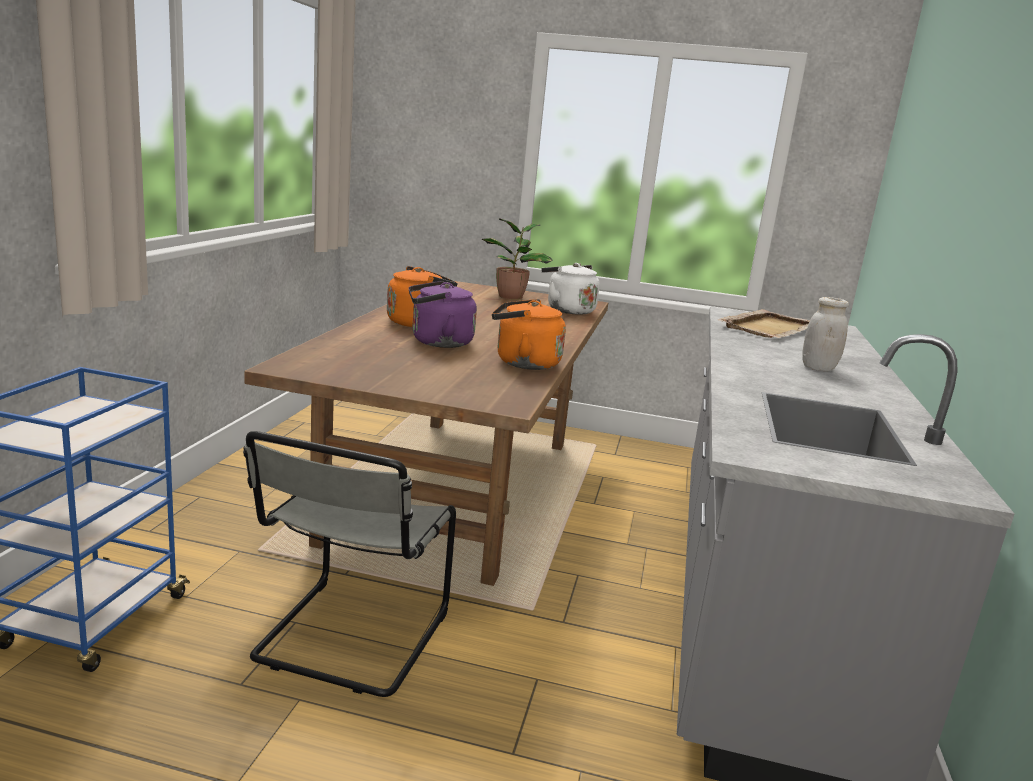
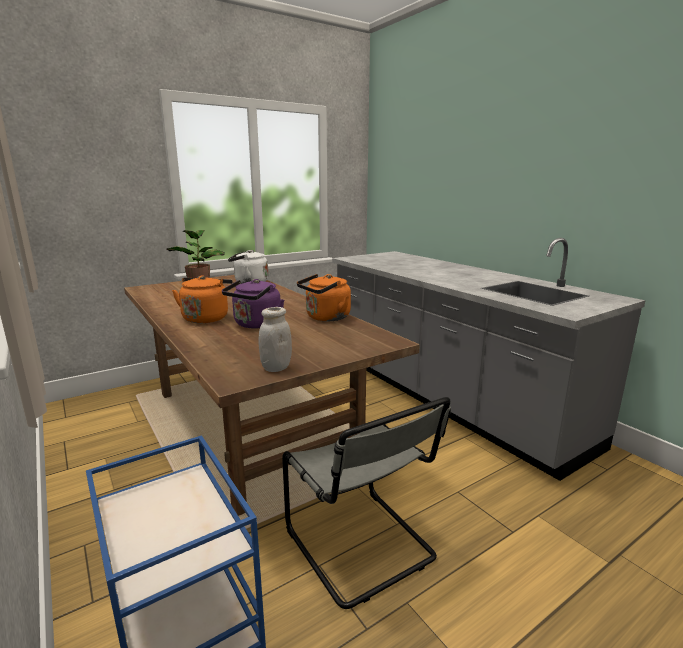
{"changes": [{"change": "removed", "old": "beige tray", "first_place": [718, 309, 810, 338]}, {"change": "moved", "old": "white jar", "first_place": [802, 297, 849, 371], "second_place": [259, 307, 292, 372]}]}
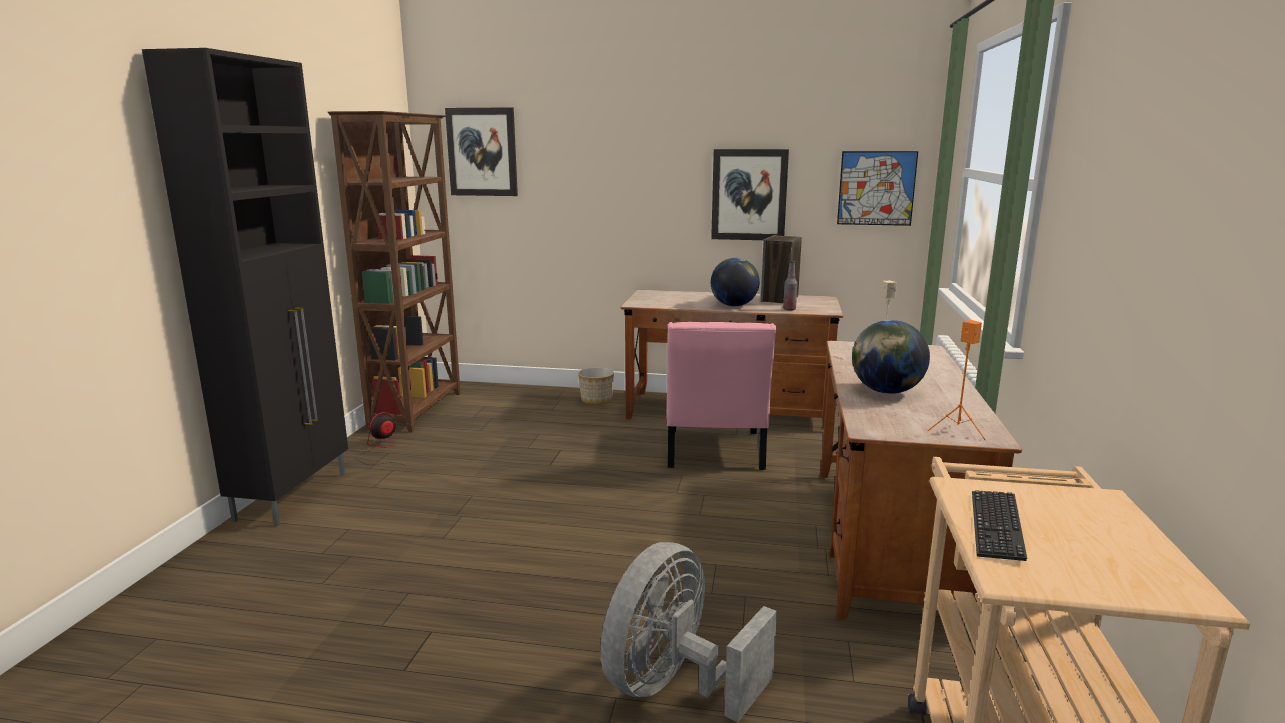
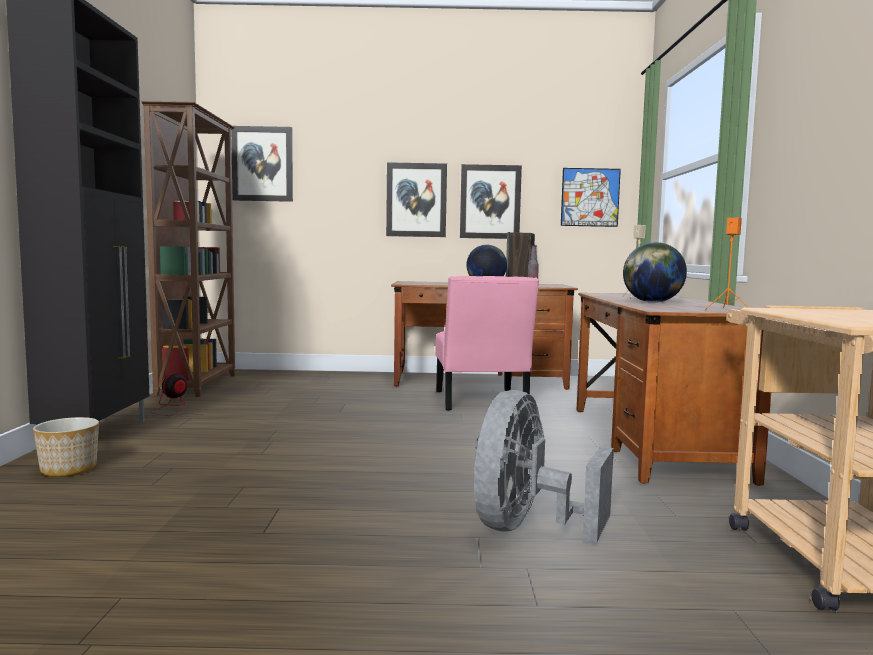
{"changes": [{"change": "moved", "old": "planter", "first_place": [578, 367, 614, 405], "second_place": [33, 417, 99, 477]}, {"change": "removed", "old": "keyboard", "first_place": [972, 490, 1027, 561]}, {"change": "added", "new": "picture", "second_place": [386, 162, 447, 237]}]}
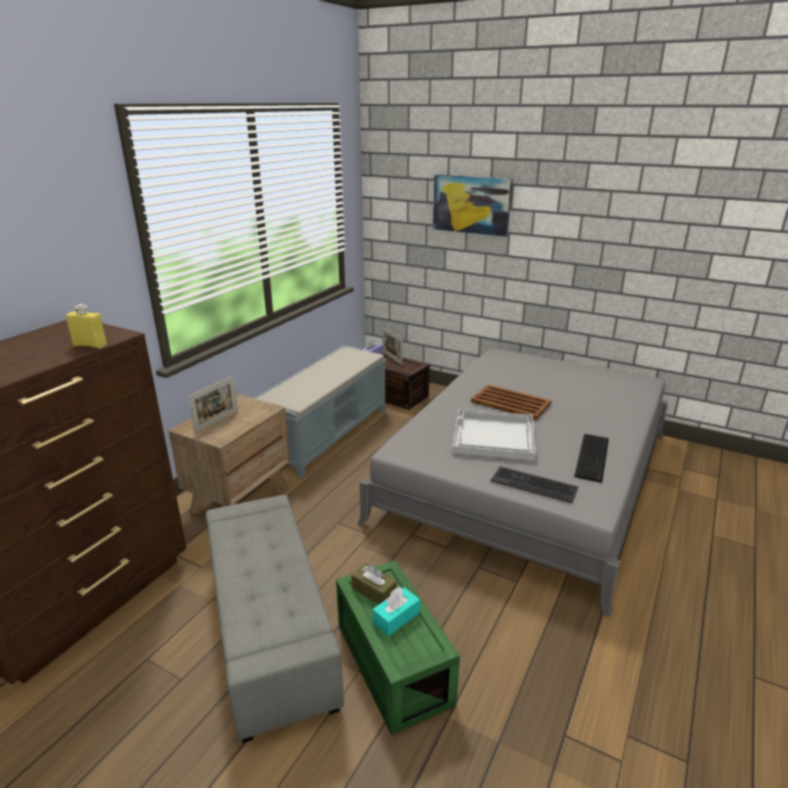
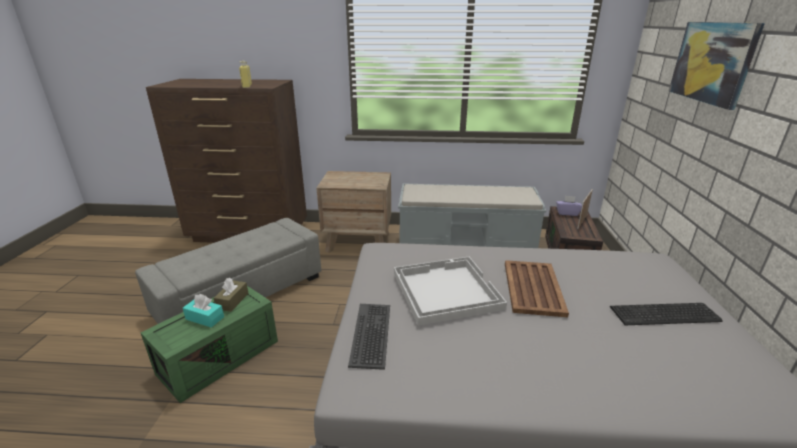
{"changes": [{"change": "removed", "old": "picture frame", "first_place": [188, 376, 238, 433]}, {"change": "moved", "old": "keyboard", "first_place": [574, 434, 609, 483], "second_place": [610, 303, 723, 325]}]}
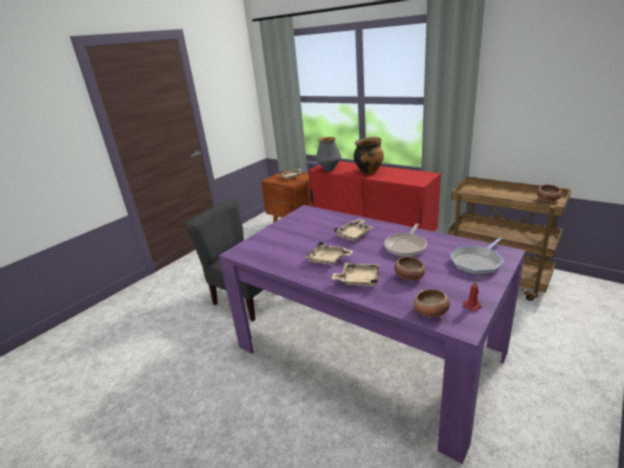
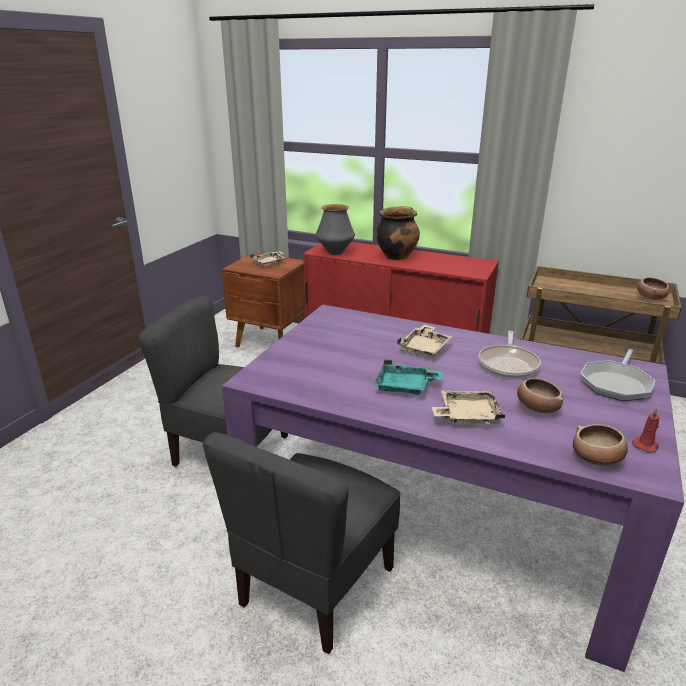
{"changes": [{"change": "recoloured", "old": "beige tray", "new": "turquoise tray", "first_place": [305, 242, 353, 265], "second_place": [374, 359, 443, 395]}, {"change": "added", "new": "grey chair", "second_place": [203, 432, 401, 654]}]}
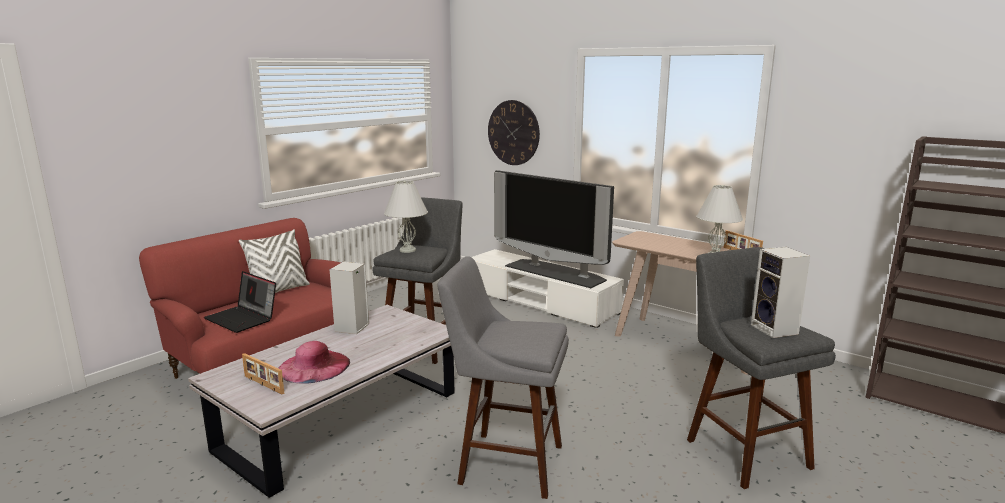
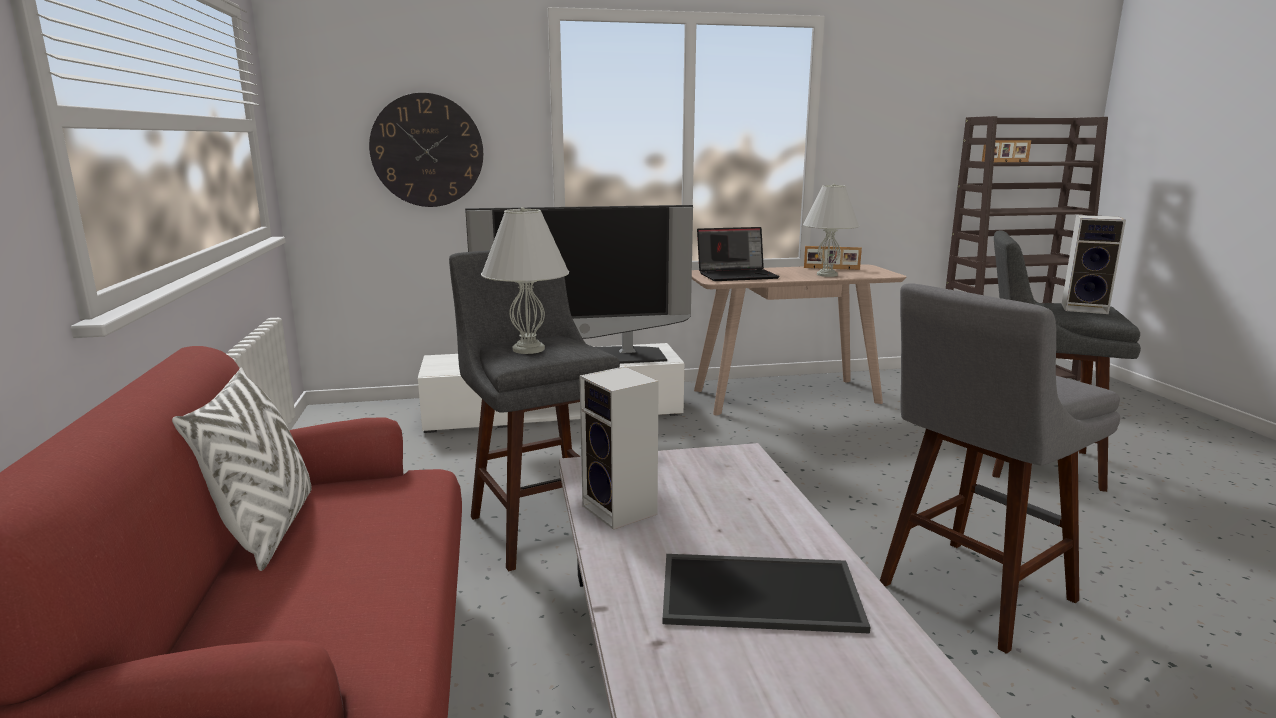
{"changes": [{"change": "moved", "old": "laptop", "first_place": [204, 271, 276, 333], "second_place": [697, 227, 780, 281]}, {"change": "moved", "old": "picture frame", "first_place": [242, 353, 284, 394], "second_place": [982, 140, 1031, 162]}, {"change": "replaced", "old": "pink hat", "new": "tray", "first_place": [278, 341, 350, 383], "second_place": [663, 554, 870, 634]}]}
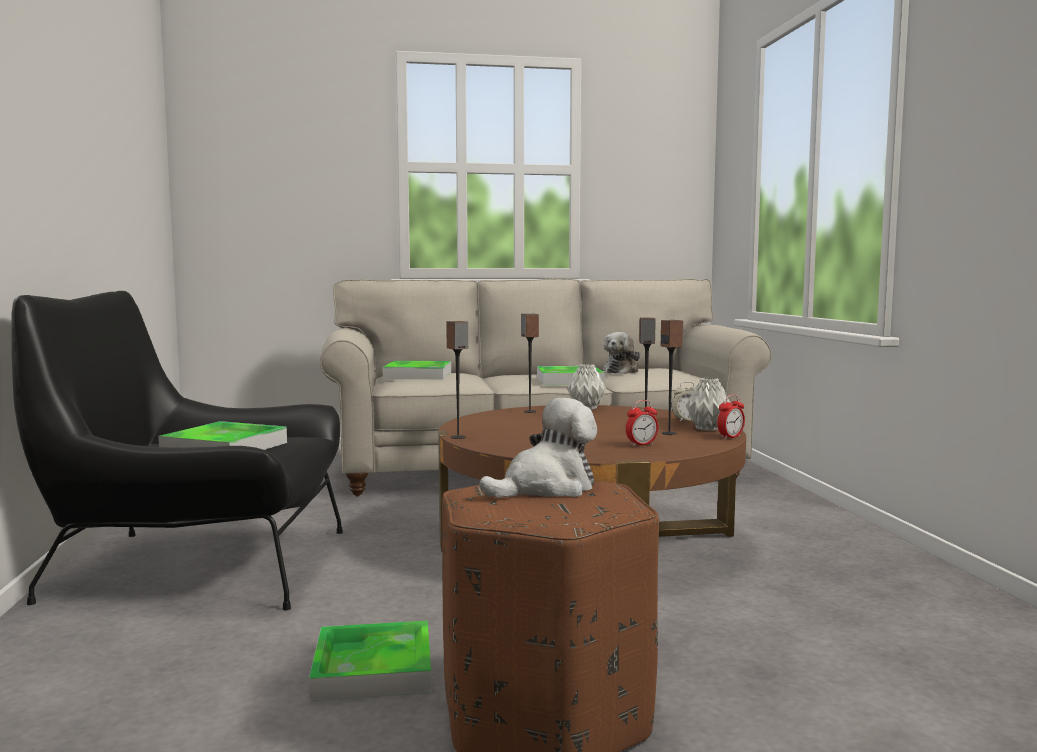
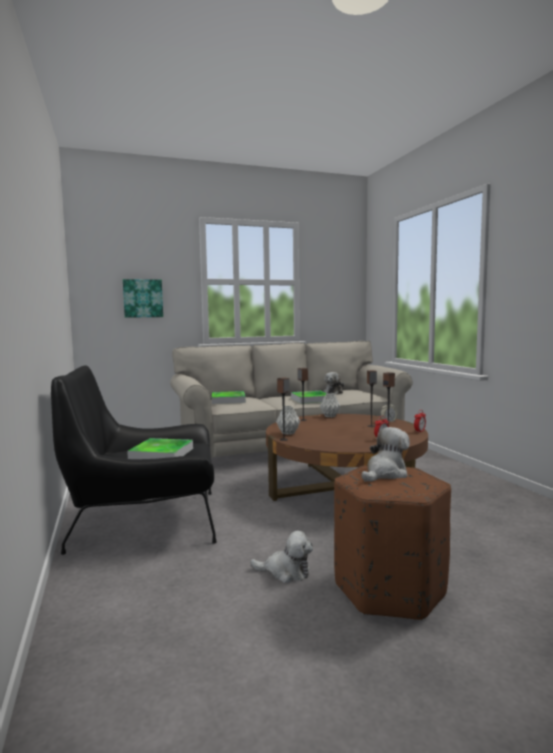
{"changes": [{"change": "replaced", "old": "tray", "new": "plush toy", "first_place": [309, 621, 431, 701], "second_place": [250, 531, 313, 583]}, {"change": "moved", "old": "grey vase", "first_place": [686, 377, 730, 431], "second_place": [276, 406, 300, 435]}, {"change": "added", "new": "picture", "second_place": [123, 279, 163, 318]}]}
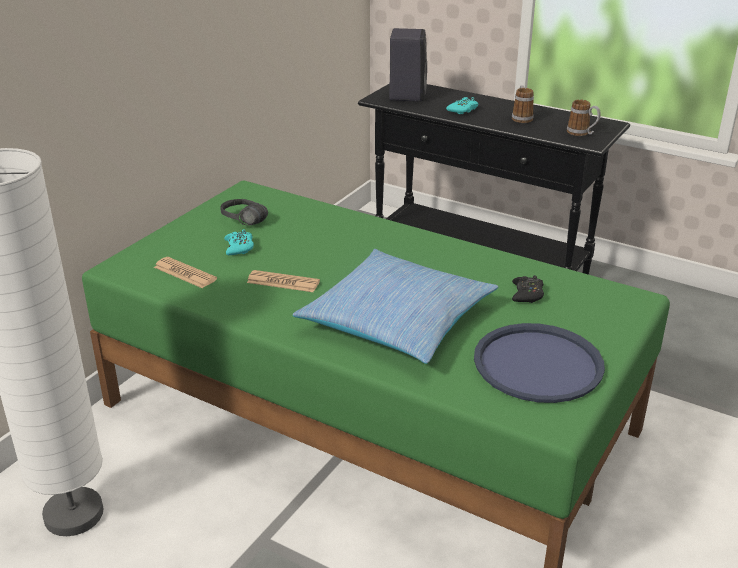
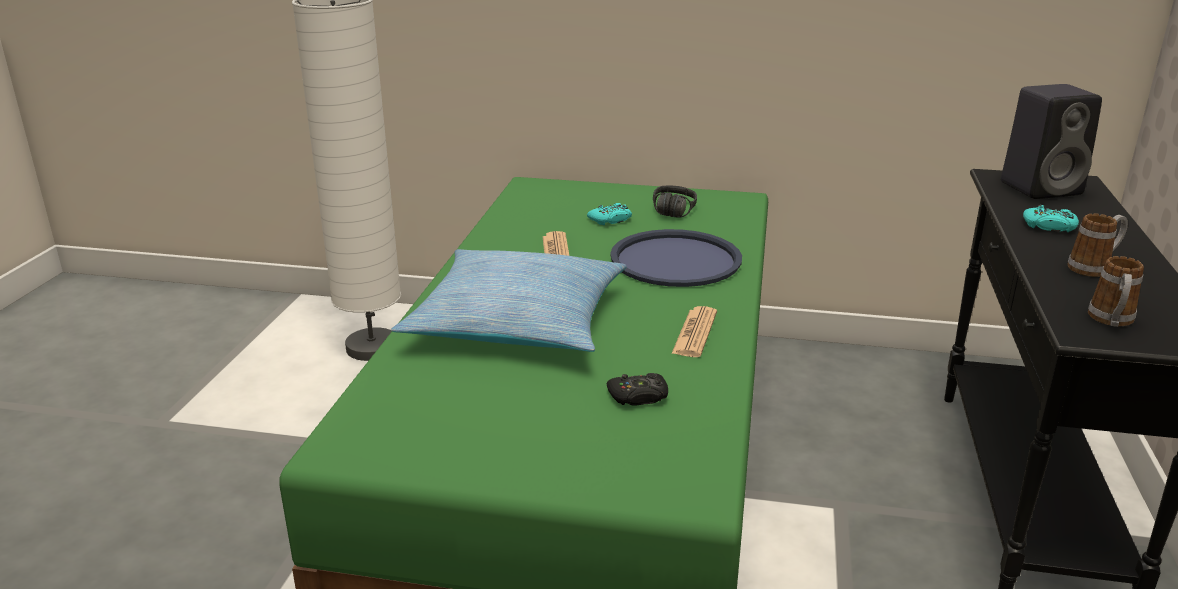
{"changes": [{"change": "moved", "old": "newspaper", "first_place": [154, 257, 217, 288], "second_place": [671, 306, 717, 357]}, {"change": "moved", "old": "blue tray", "first_place": [474, 323, 605, 403], "second_place": [610, 229, 742, 287]}]}
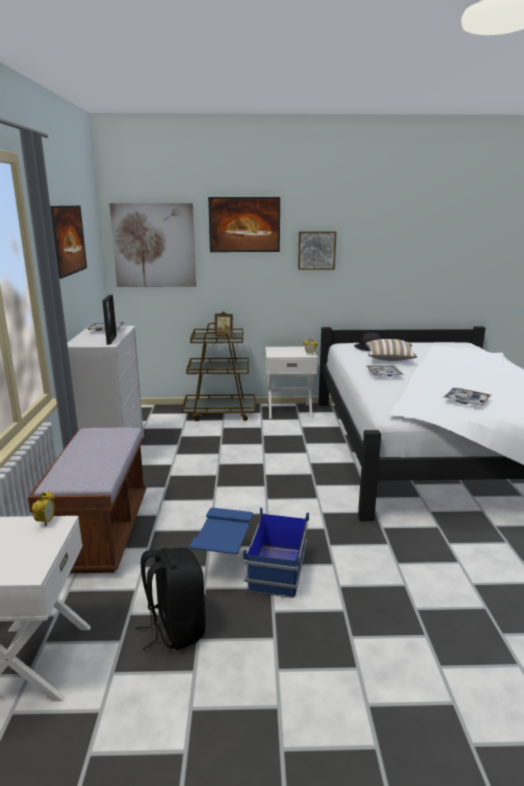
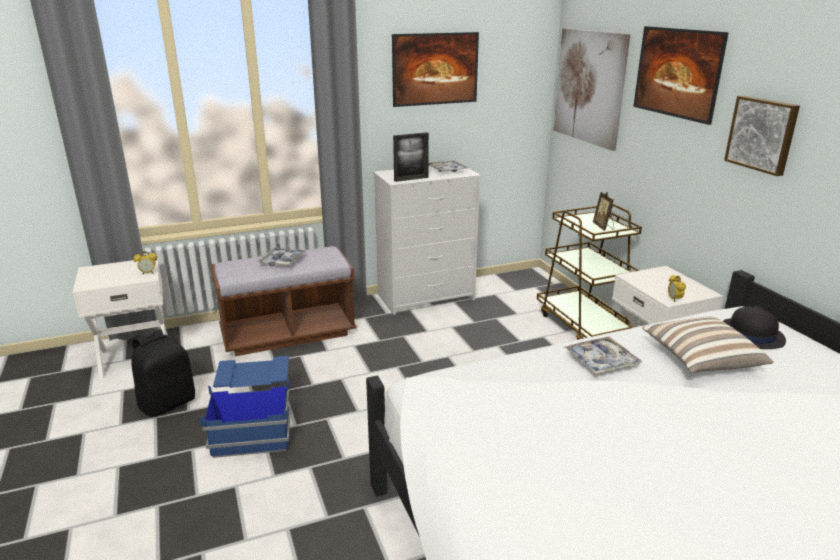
{"changes": [{"change": "moved", "old": "tray", "first_place": [443, 388, 492, 406], "second_place": [257, 248, 306, 266]}]}
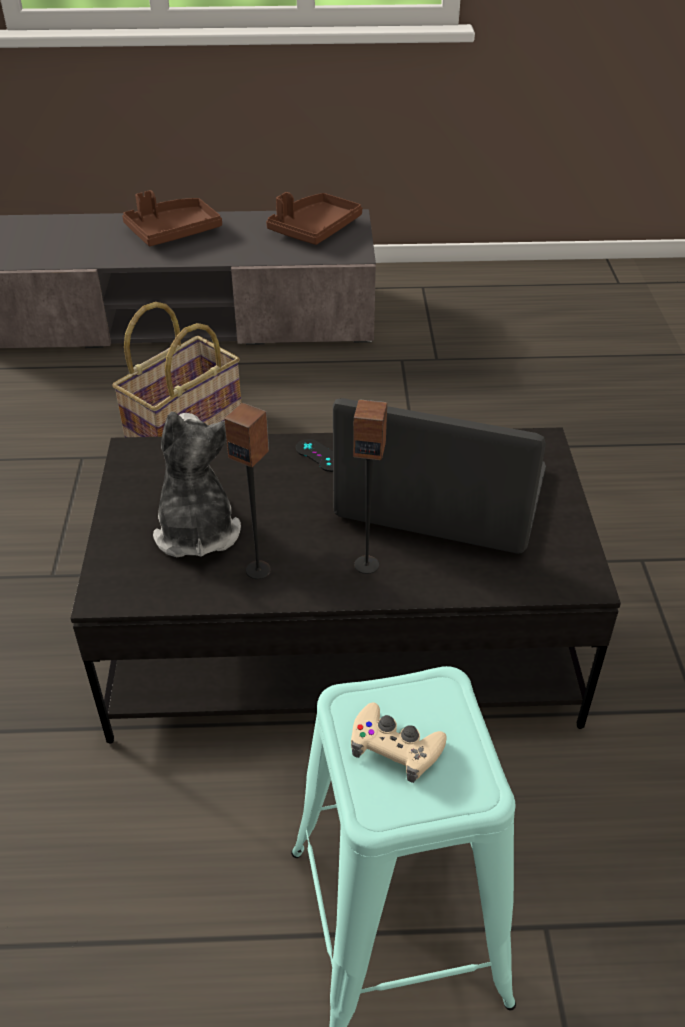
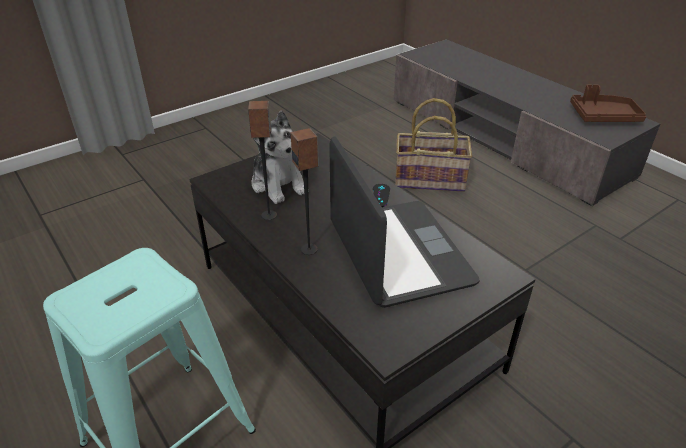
{"changes": [{"change": "removed", "old": "brown tray", "first_place": [122, 190, 222, 246]}, {"change": "turned", "old": "plush toy", "first_place": [153, 411, 241, 557], "second_place": [252, 110, 309, 204], "degrees": 105}, {"change": "removed", "old": "beige game controller", "first_place": [351, 702, 447, 783]}]}
